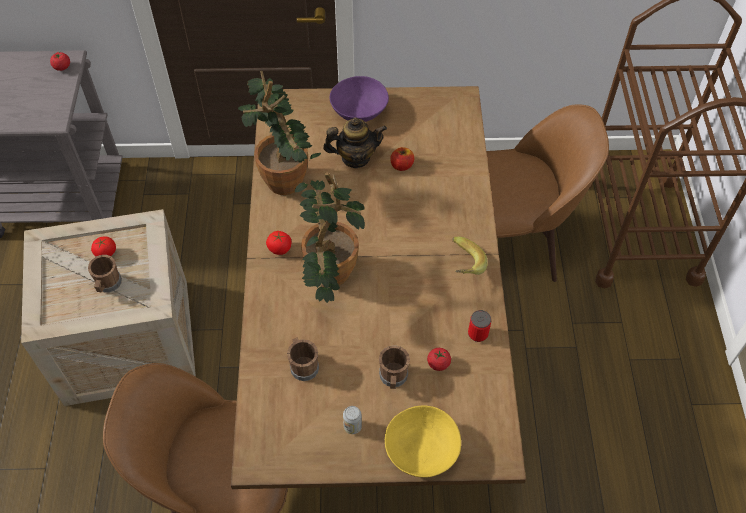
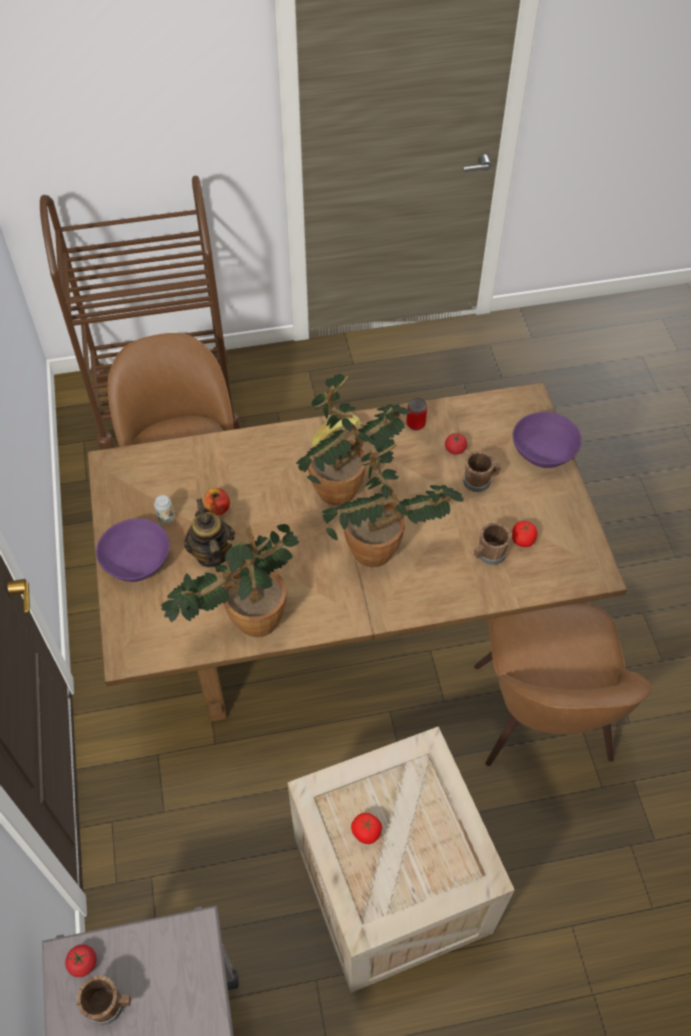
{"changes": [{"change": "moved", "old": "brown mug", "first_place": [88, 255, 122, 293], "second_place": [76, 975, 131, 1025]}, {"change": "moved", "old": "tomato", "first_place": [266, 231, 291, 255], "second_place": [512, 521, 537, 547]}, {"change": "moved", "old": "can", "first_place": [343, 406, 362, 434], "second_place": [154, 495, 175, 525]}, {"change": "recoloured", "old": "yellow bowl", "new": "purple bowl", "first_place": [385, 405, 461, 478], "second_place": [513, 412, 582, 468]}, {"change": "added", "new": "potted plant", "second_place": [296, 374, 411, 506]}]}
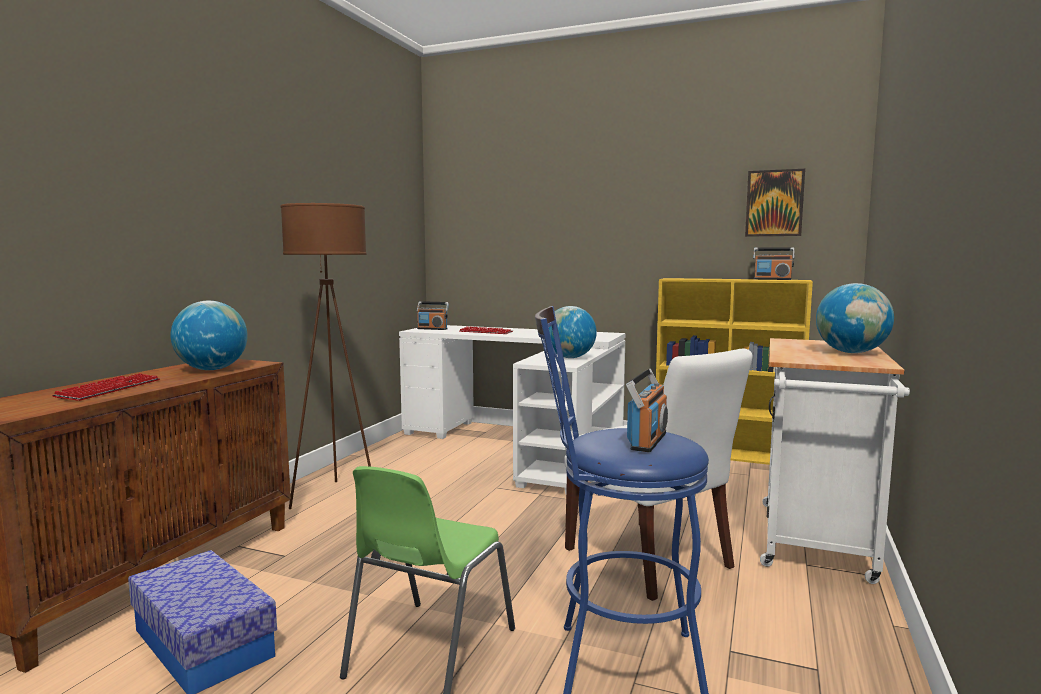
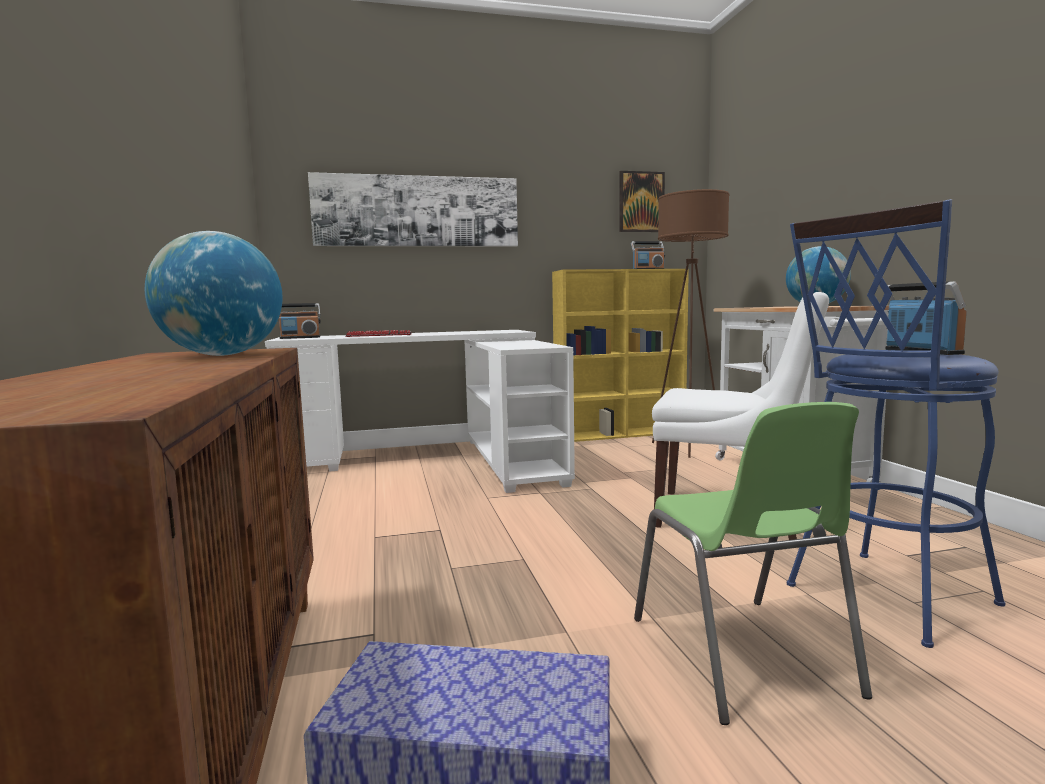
{"changes": [{"change": "removed", "old": "keyboard", "first_place": [52, 373, 160, 401]}, {"change": "moved", "old": "brown floor lamp", "first_place": [281, 203, 371, 509], "second_place": [652, 189, 729, 458]}, {"change": "removed", "old": "globe", "first_place": [549, 306, 597, 358]}, {"change": "added", "new": "picture", "second_place": [308, 172, 518, 246]}]}
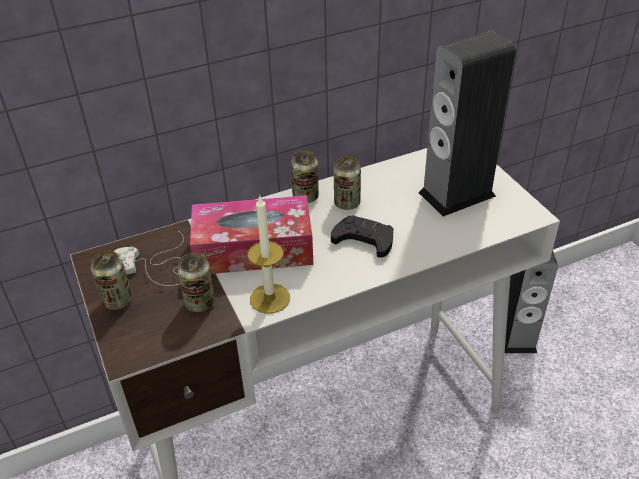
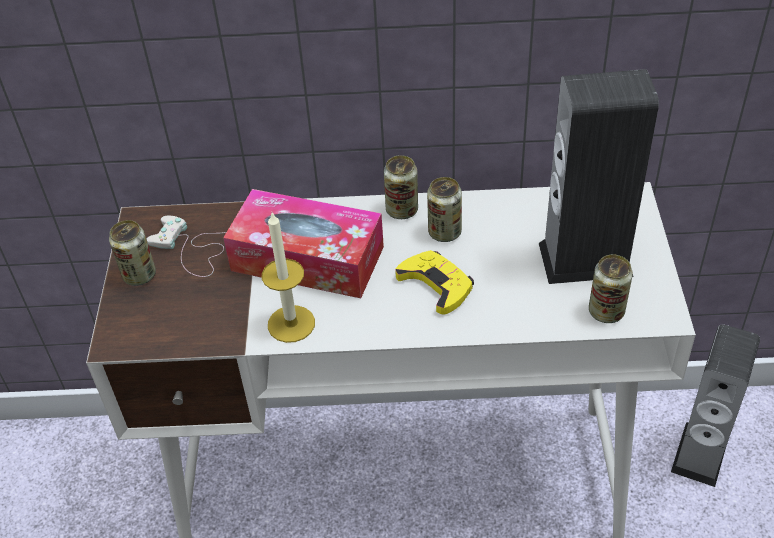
{"changes": [{"change": "moved", "old": "can", "first_place": [177, 253, 215, 312], "second_place": [589, 254, 633, 323]}, {"change": "recoloured", "old": "black game controller", "new": "yellow game controller", "first_place": [331, 215, 394, 258], "second_place": [395, 250, 474, 315]}]}
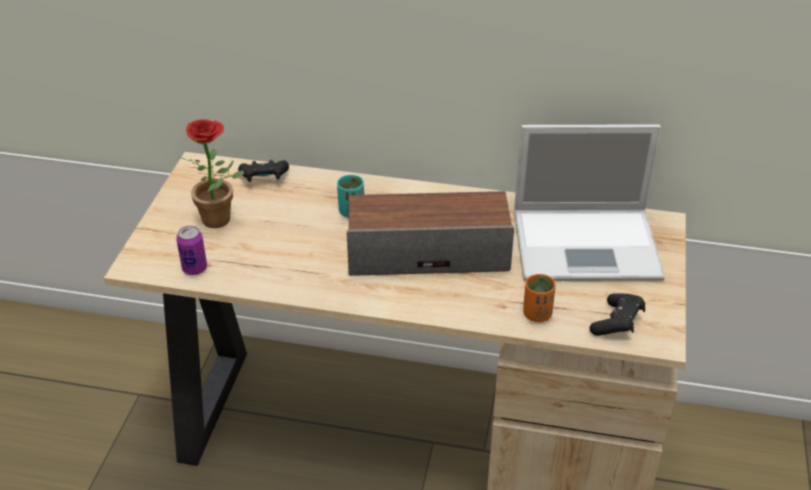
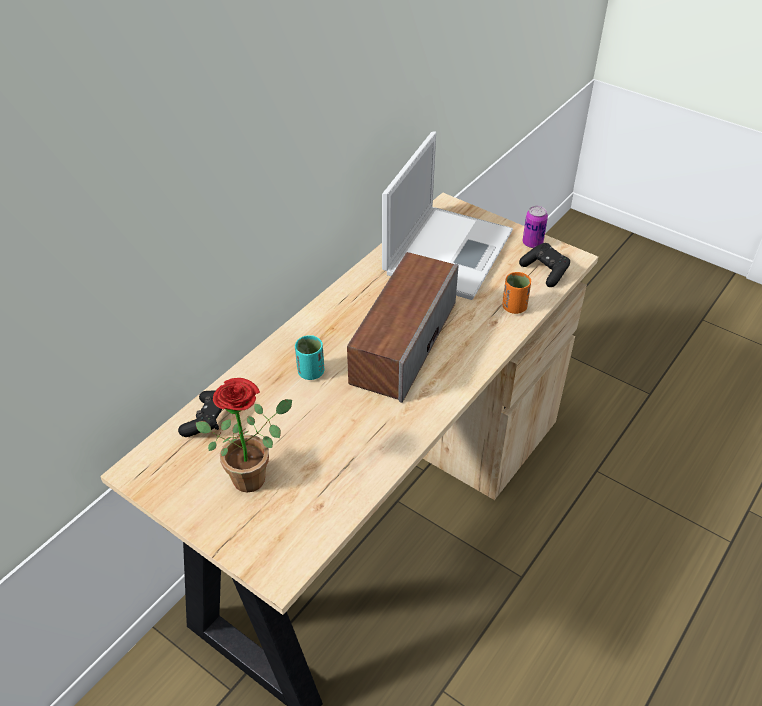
{"changes": [{"change": "moved", "old": "can", "first_place": [176, 226, 207, 275], "second_place": [523, 206, 548, 248]}]}
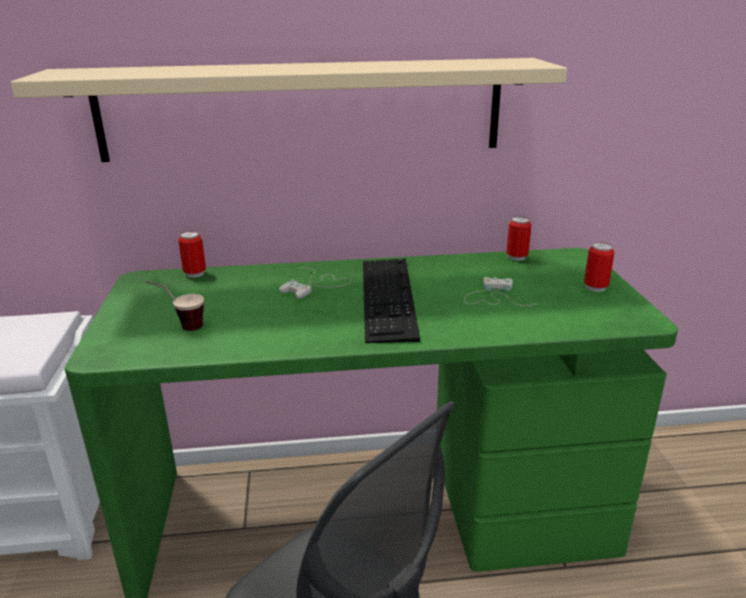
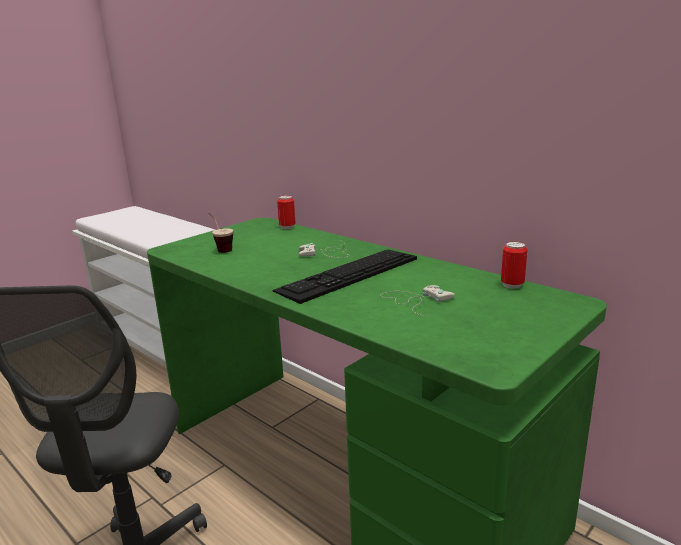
{"changes": [{"change": "removed", "old": "beige shelf", "first_place": [10, 58, 567, 162]}, {"change": "removed", "old": "can", "first_place": [584, 242, 615, 292]}]}
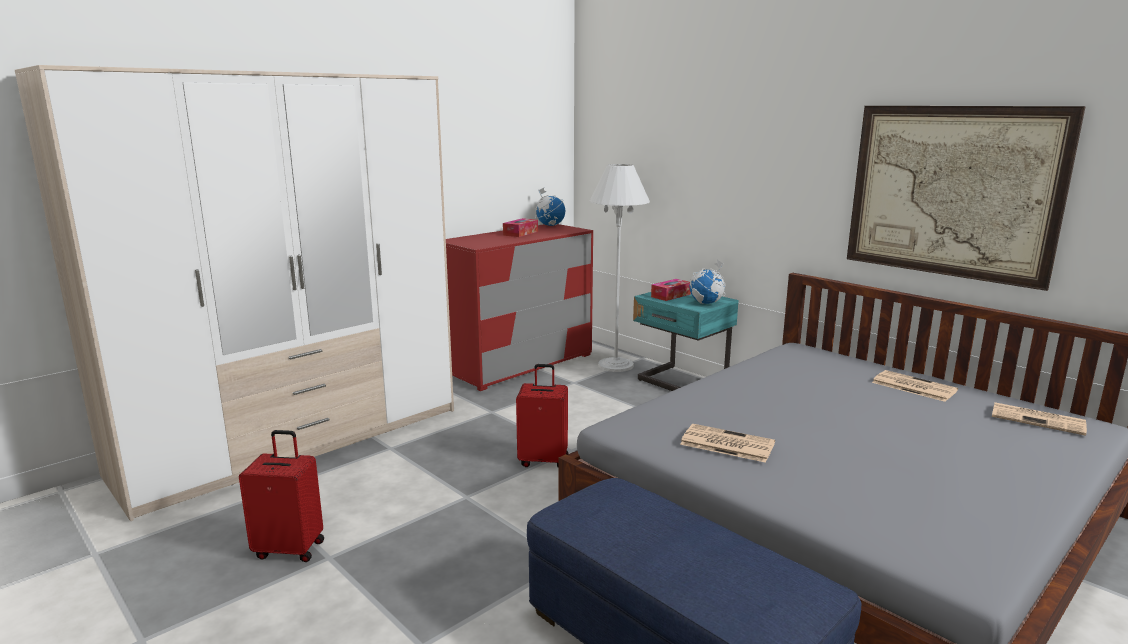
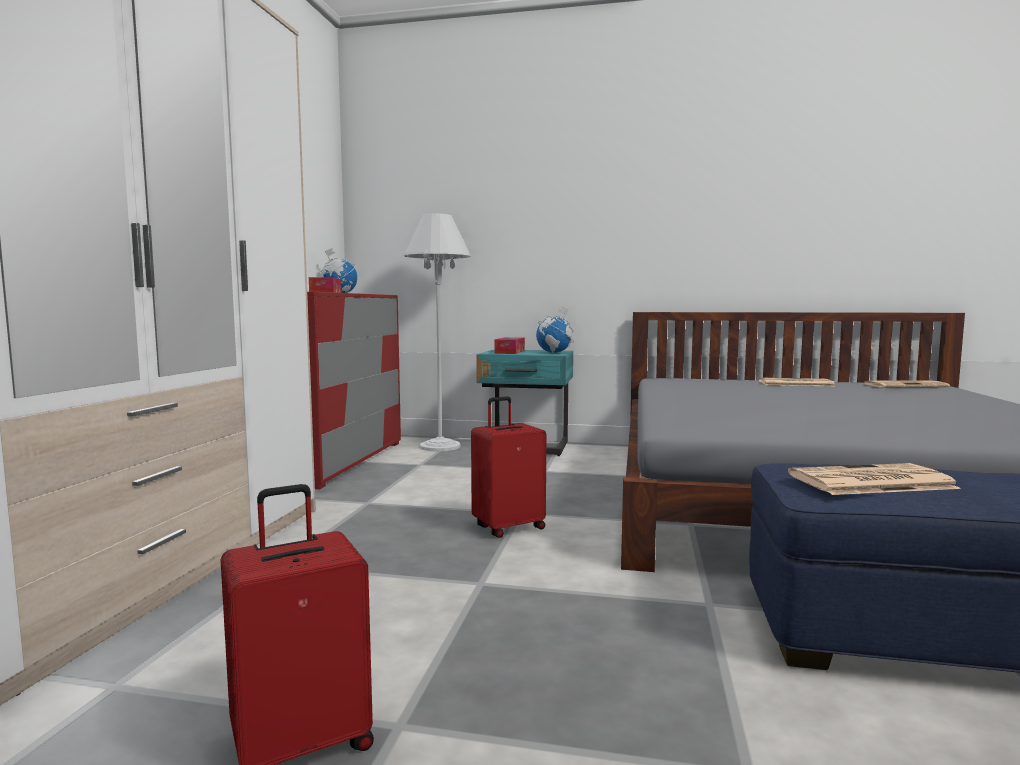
{"changes": [{"change": "moved", "old": "newspaper", "first_place": [680, 424, 775, 463], "second_place": [788, 463, 961, 495]}, {"change": "removed", "old": "picture", "first_place": [847, 106, 1086, 291]}]}
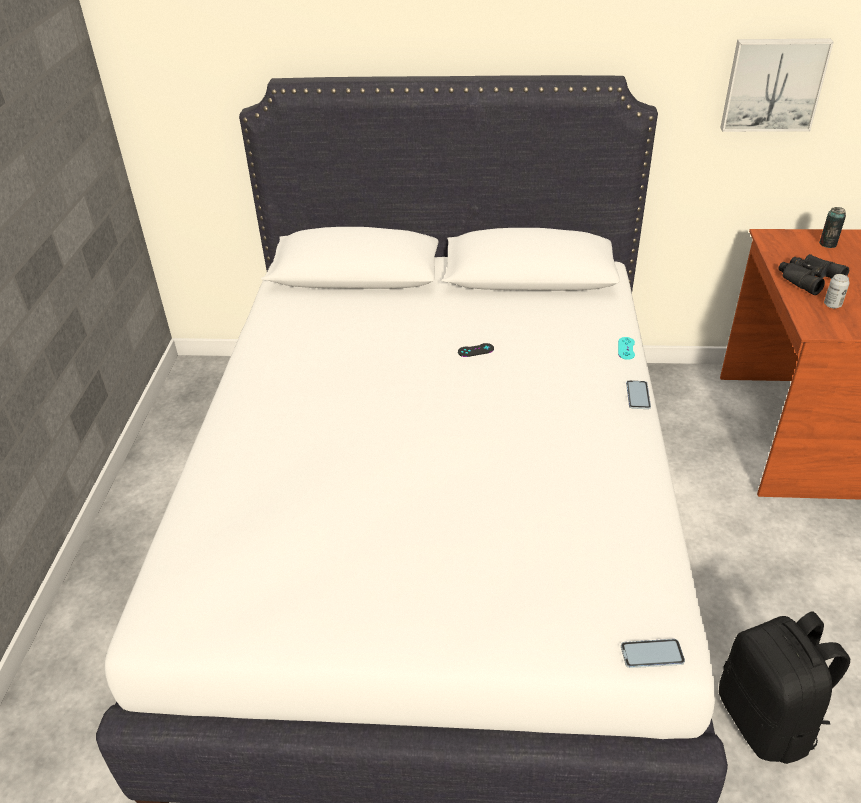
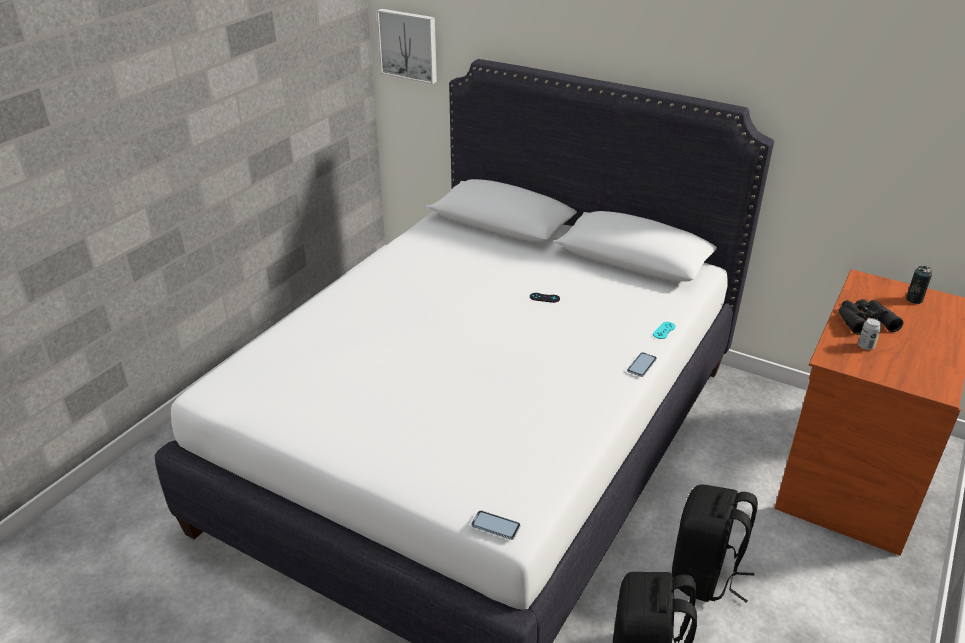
{"changes": [{"change": "moved", "old": "picture", "first_place": [720, 38, 834, 132], "second_place": [377, 9, 437, 84]}, {"change": "added", "new": "black backpack", "second_place": [672, 484, 758, 603]}]}
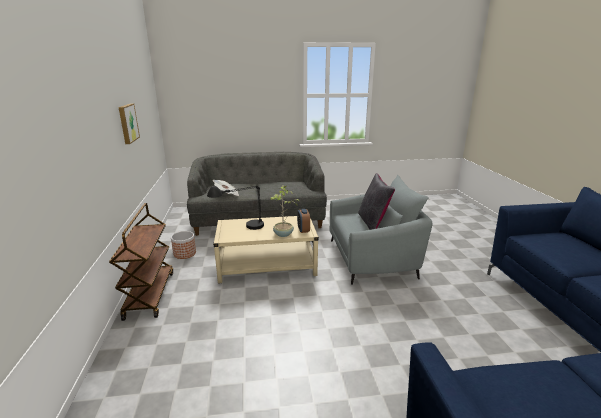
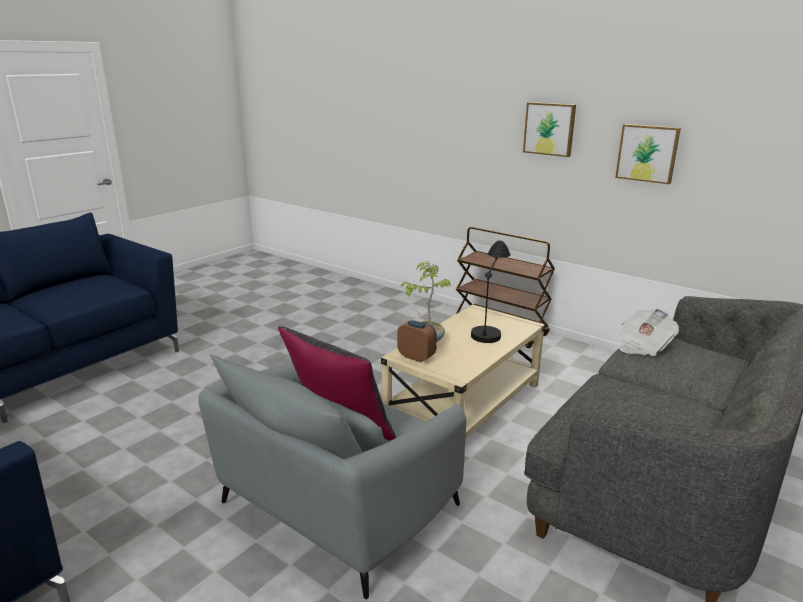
{"changes": [{"change": "removed", "old": "planter", "first_place": [171, 231, 196, 259]}, {"change": "added", "new": "picture", "second_place": [523, 102, 576, 157]}]}
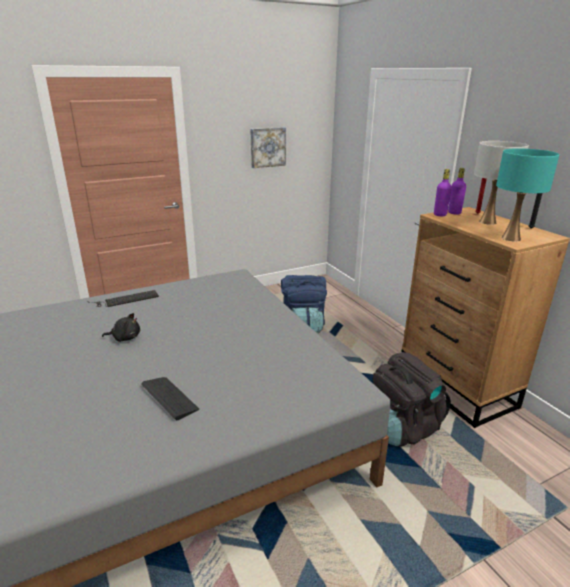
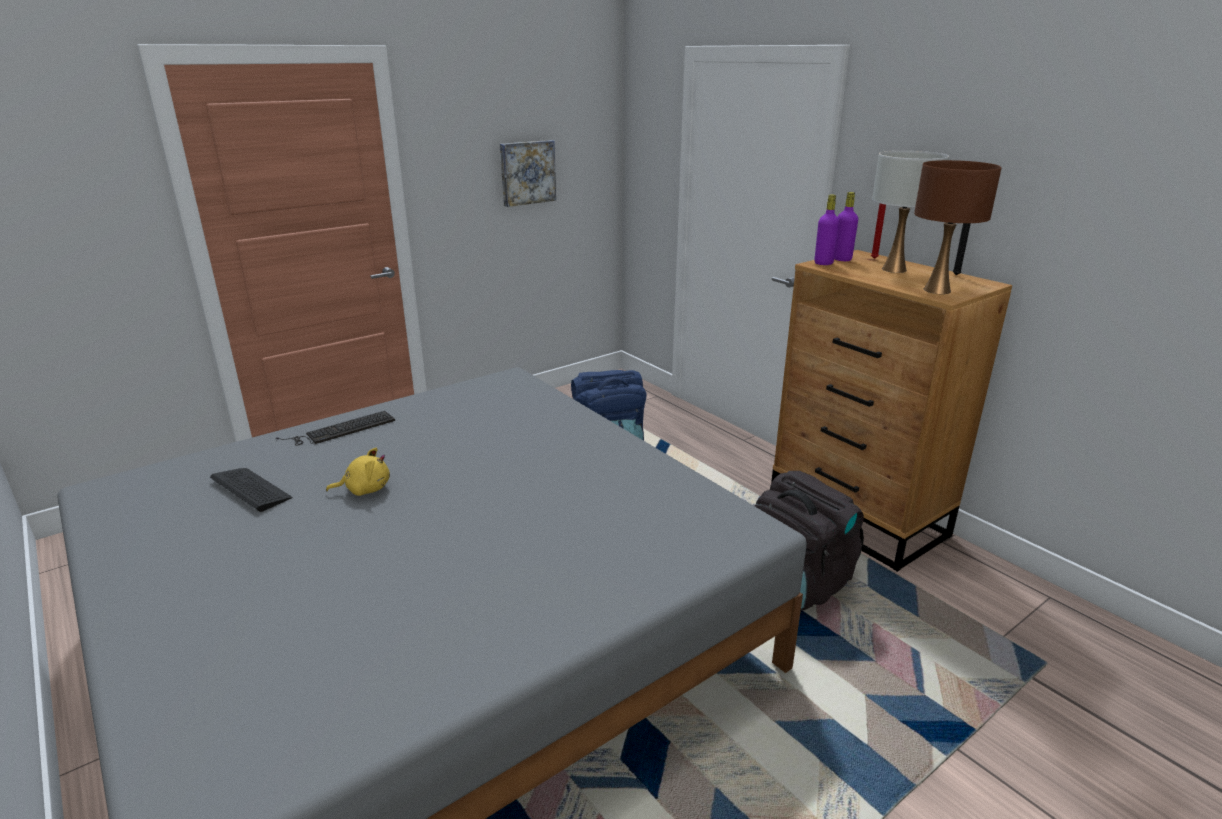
{"changes": [{"change": "recoloured", "old": "black plush toy", "new": "yellow plush toy", "first_place": [102, 313, 140, 342], "second_place": [326, 448, 390, 496]}, {"change": "moved", "old": "keyboard", "first_place": [141, 377, 199, 420], "second_place": [210, 468, 292, 512]}, {"change": "recoloured", "old": "turquoise table lamp", "new": "brown table lamp", "first_place": [496, 149, 560, 241], "second_place": [914, 160, 1002, 294]}]}
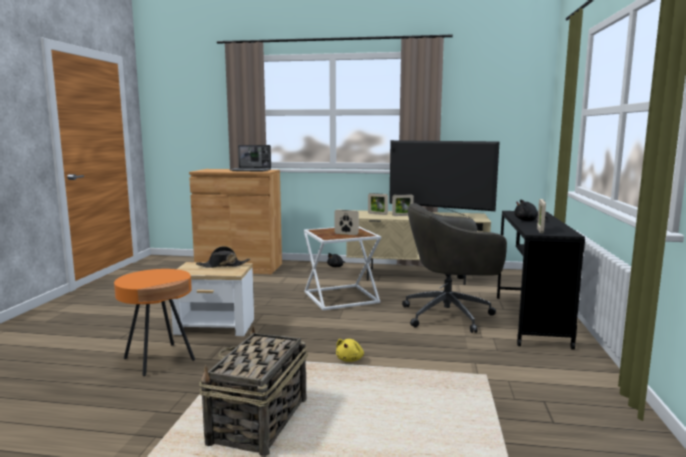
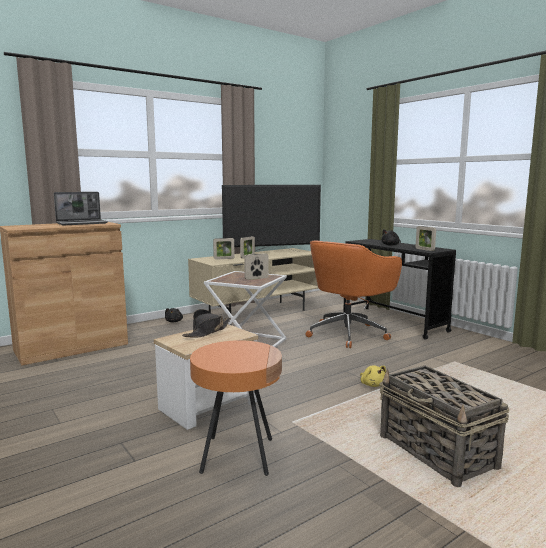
{"changes": [{"change": "recoloured", "old": "grey office chair", "new": "orange office chair", "first_place": [402, 203, 507, 333], "second_place": [306, 240, 402, 348]}]}
